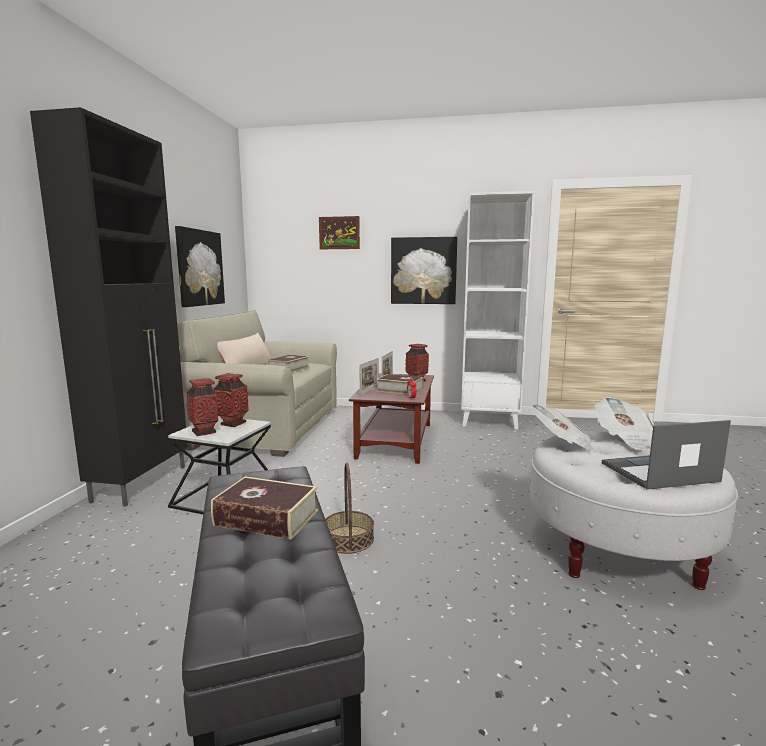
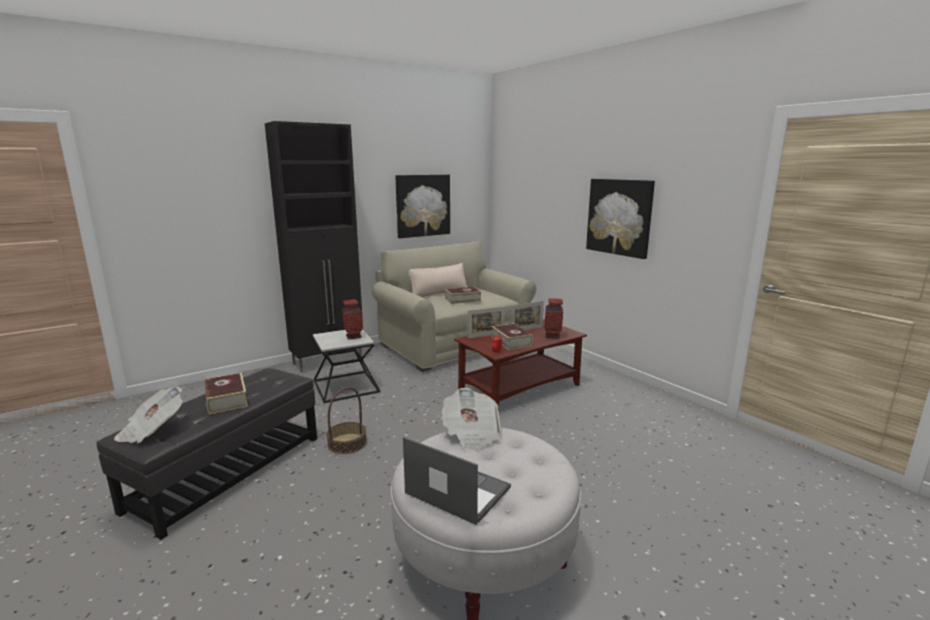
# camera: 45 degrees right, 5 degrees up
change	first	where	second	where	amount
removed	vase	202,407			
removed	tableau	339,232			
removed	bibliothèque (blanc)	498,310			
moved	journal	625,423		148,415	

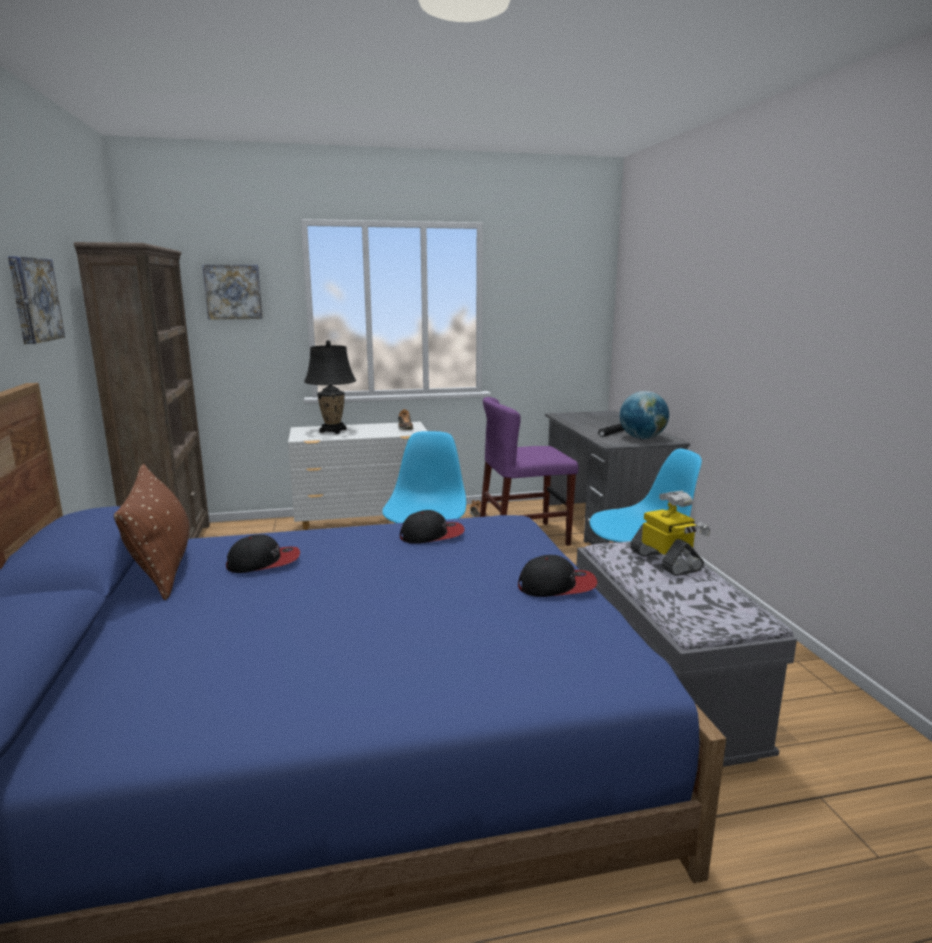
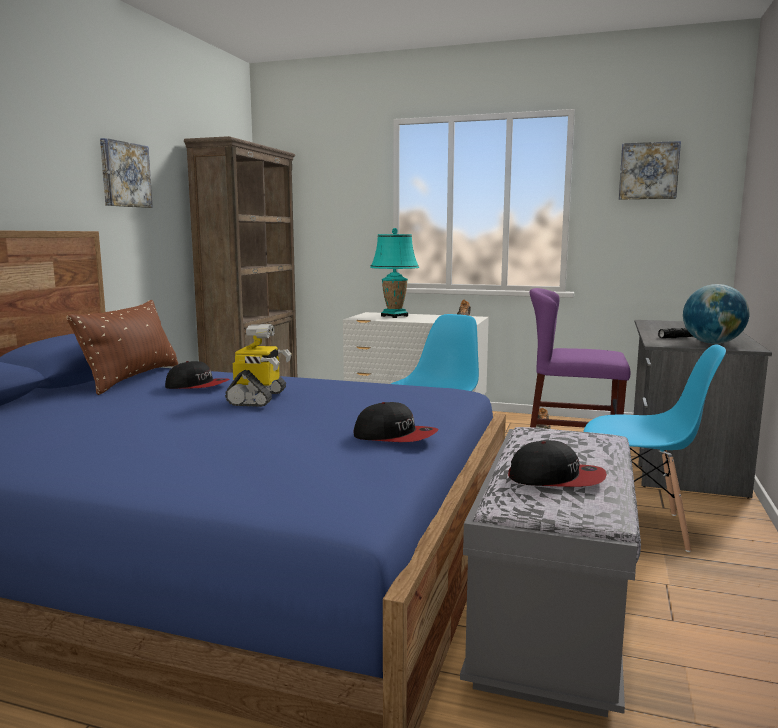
# camera: 30 degrees right, 5 degrees down
change	first	where	second	where	amount
moved	tableau	232,292		650,170	
moved	casquette	432,527		557,463	
moved	robot jouet	670,533		258,365	
recoloured	lampe de table (noir)	330,387	lampe de table (turquoise)	394,273	

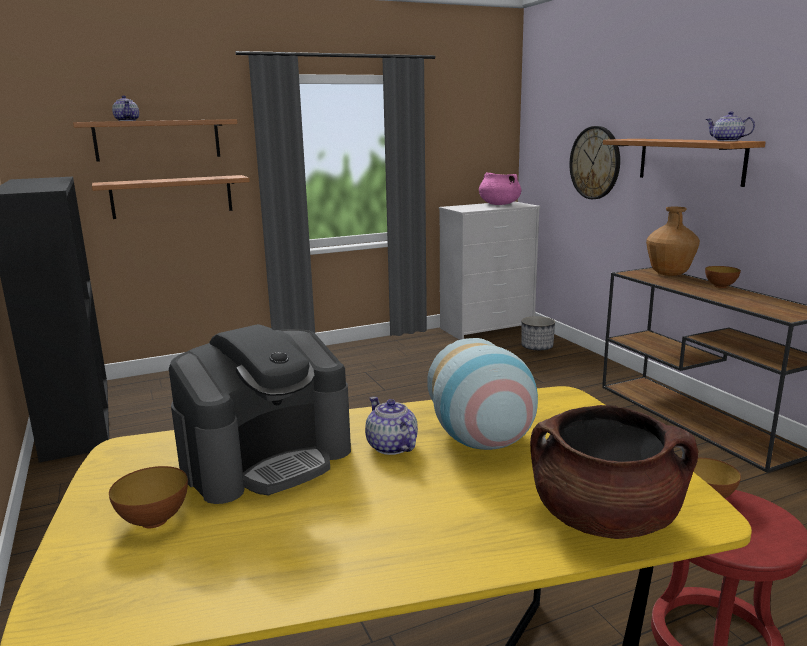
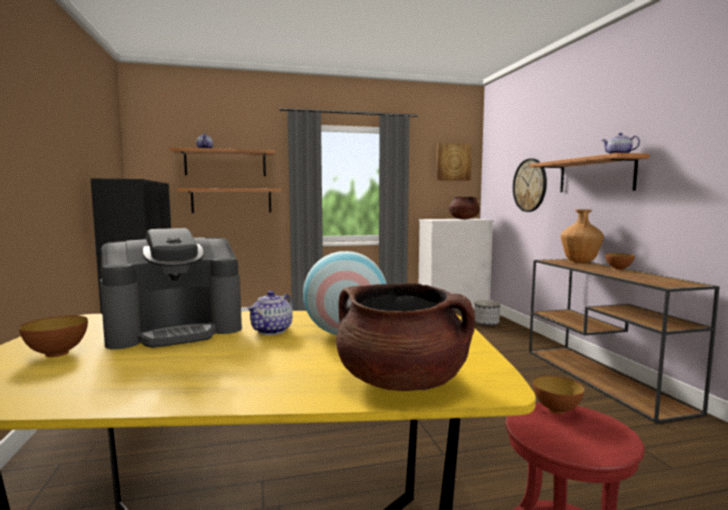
# camera: 10 degrees right, 10 degrees down
change	first	where	second	where	amount
added			tableau	454,162	
recoloured	marmite (rose)	500,188	marmite (marron)	464,207	
turned	théière	391,426		270,313	135 degrees counterclockwise

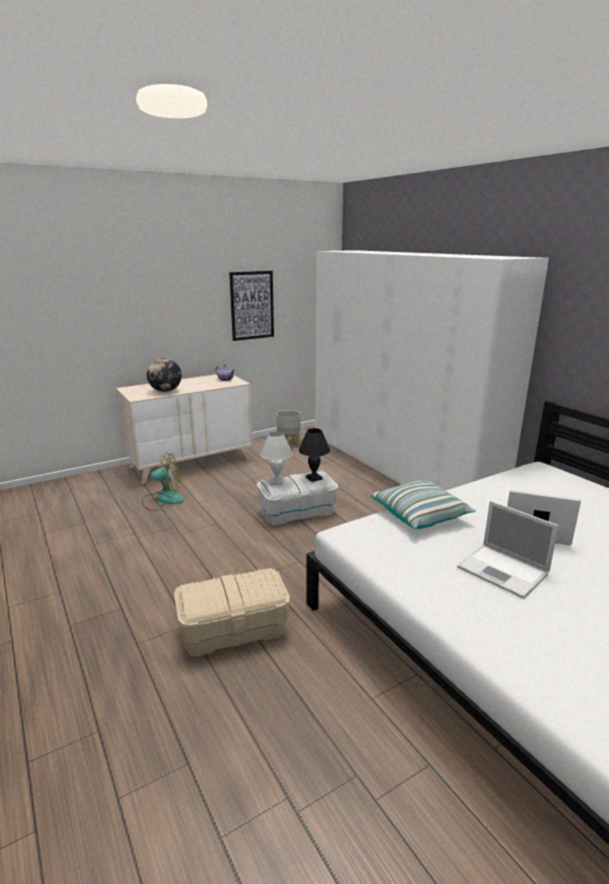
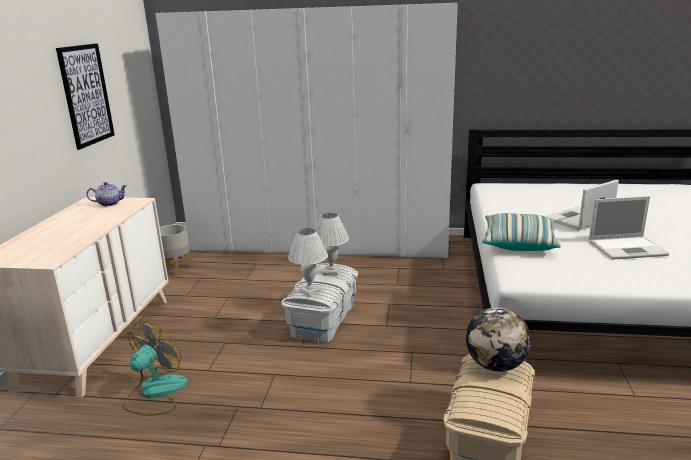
# camera: 50 degrees left, 0 degrees up
change	first	where	second	where	amount
moved	globe	164,375		498,339	
recoloured	lampe de table (noir)	314,455	lampe de table (blanc)	332,244	

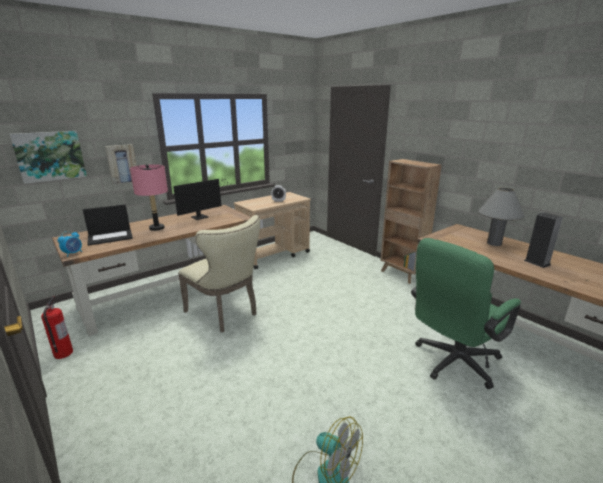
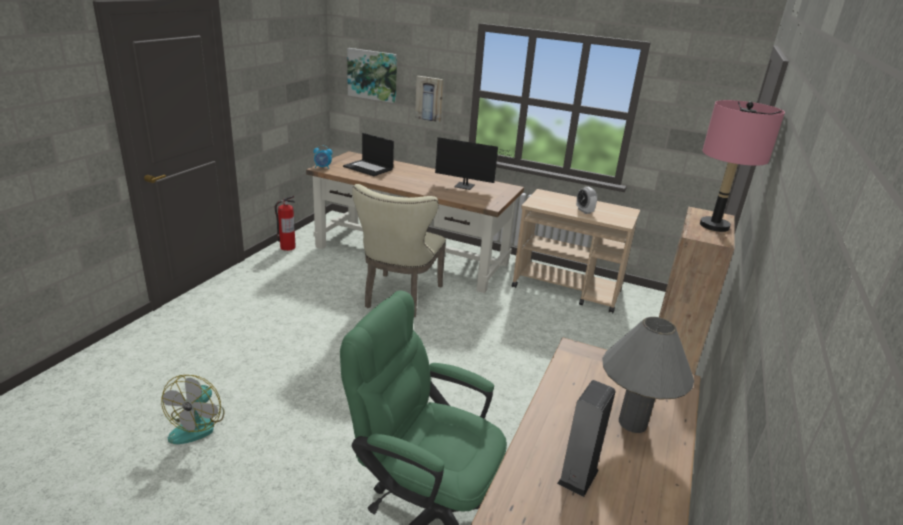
# camera: 60 degrees right, 5 degrees up
change	first	where	second	where	amount
moved	lampe de table (rose)	149,197		742,166	

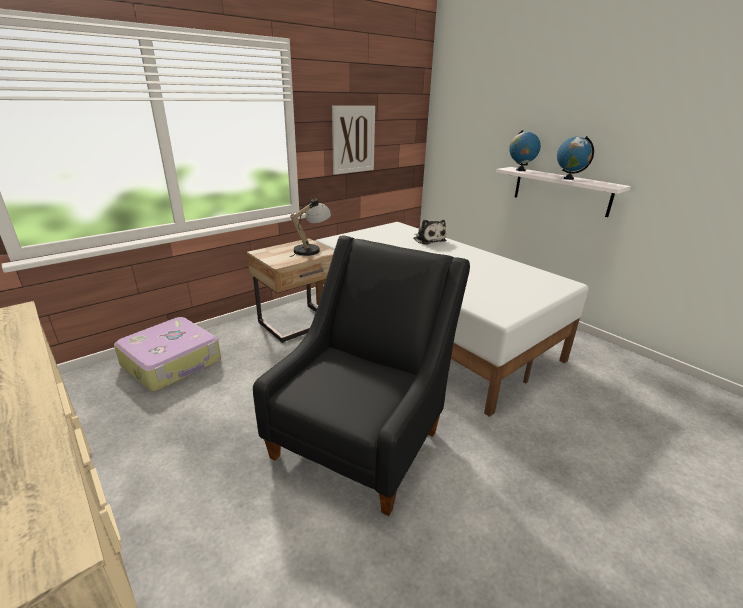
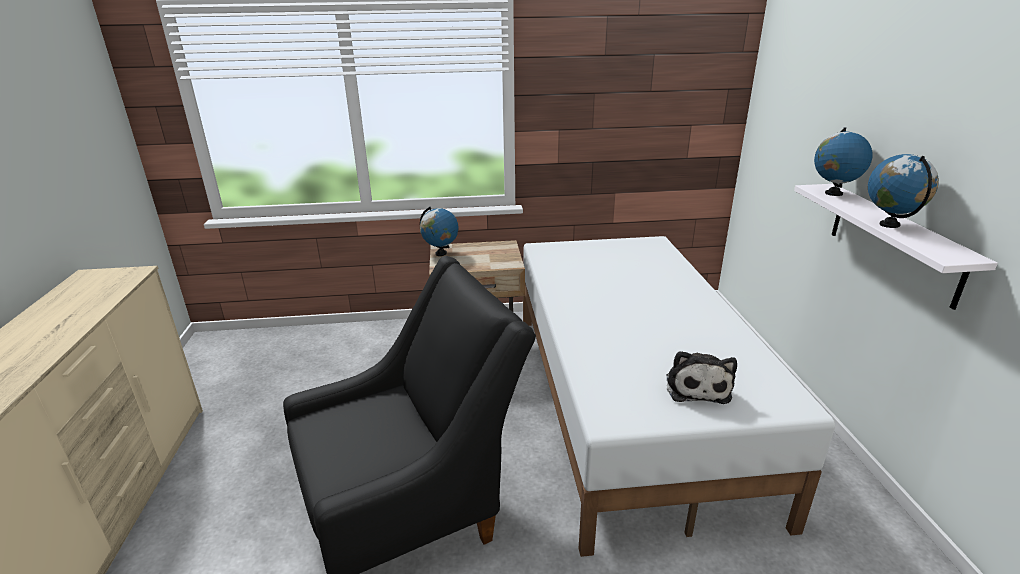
# camera: 35 degrees right, 0 degrees up
change	first	where	second	where	amount
removed	valise	167,354			
removed	lampe de table	311,227			
removed	tableau	353,140			
added			globe	439,231	
moved	peluche	429,232		701,377	

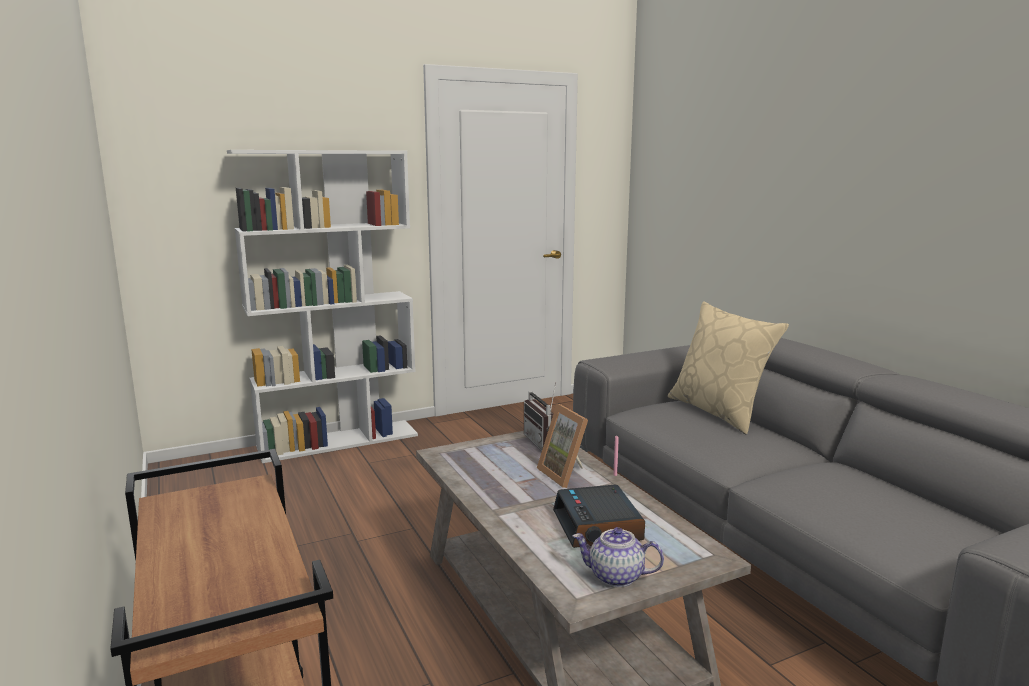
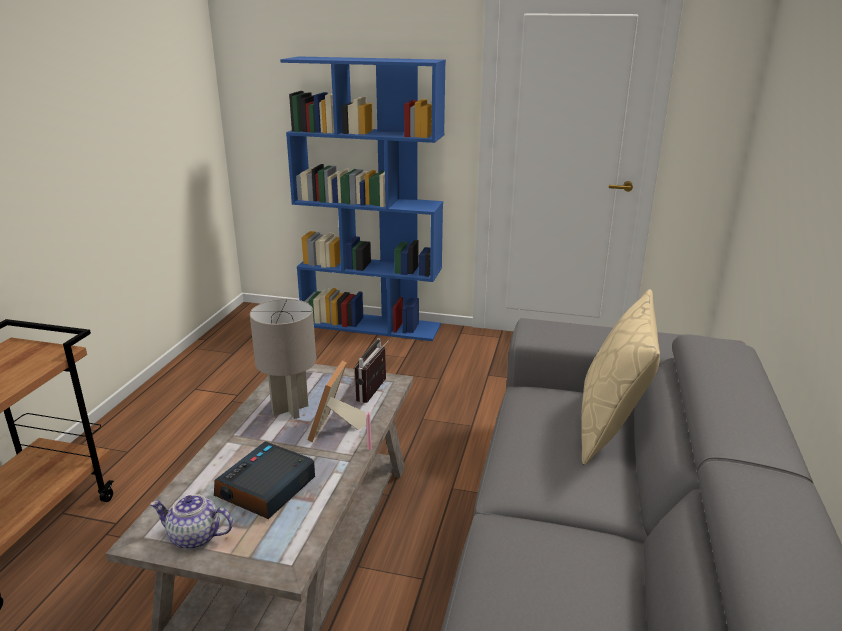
# camera: 40 degrees right, 10 degrees up
change	first	where	second	where	amount
added			lampe de table (gris)	283,359	
recoloured	bibliothèque (blanc)	322,306	bibliothèque (bleu)	363,198	
turned	théière	618,557		191,522	45 degrees counterclockwise

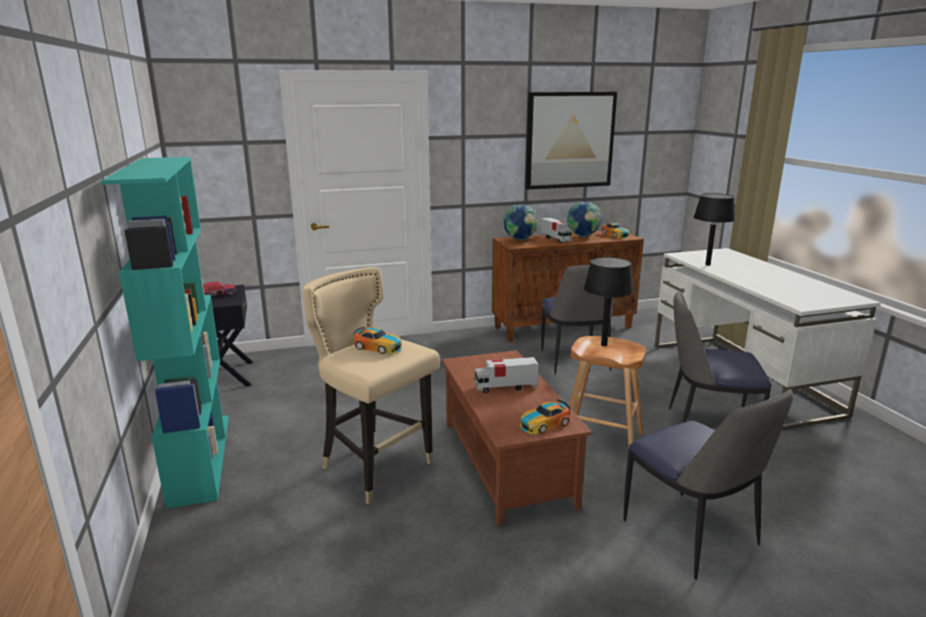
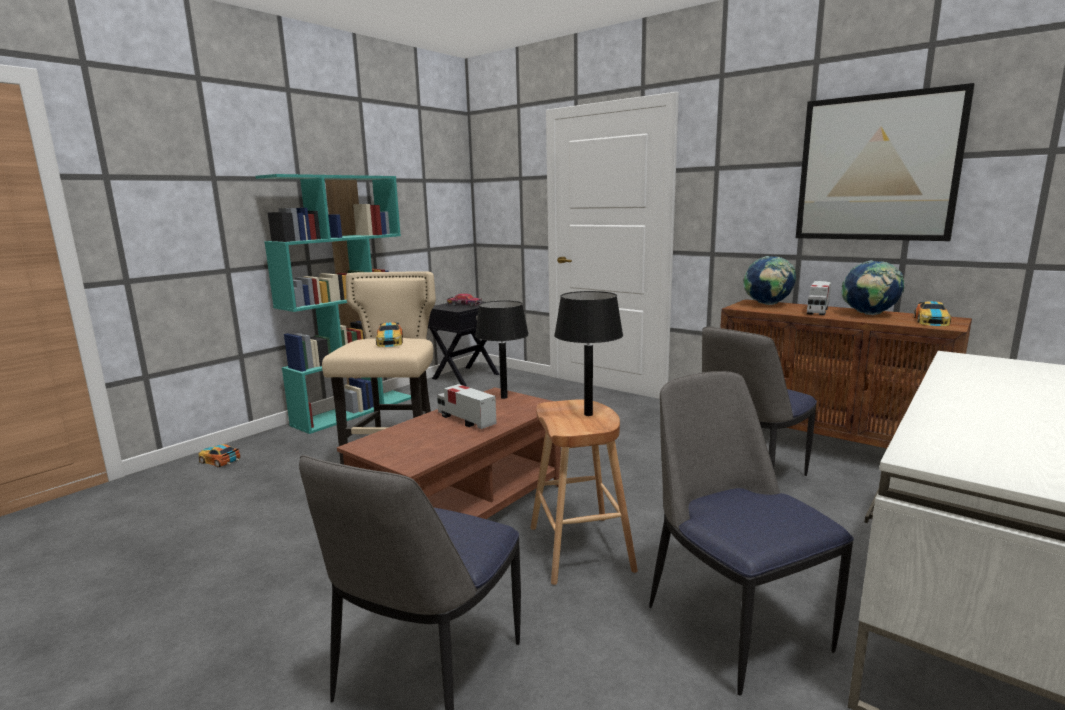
# camera: 55 degrees right, 5 degrees down
change	first	where	second	where	amount
moved	petite voiture	545,417		219,455	
moved	lampe de table (noir)	714,229		502,350	

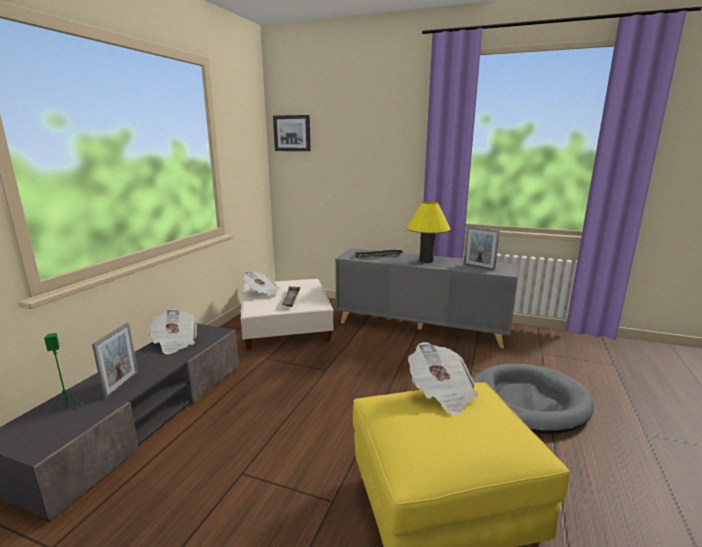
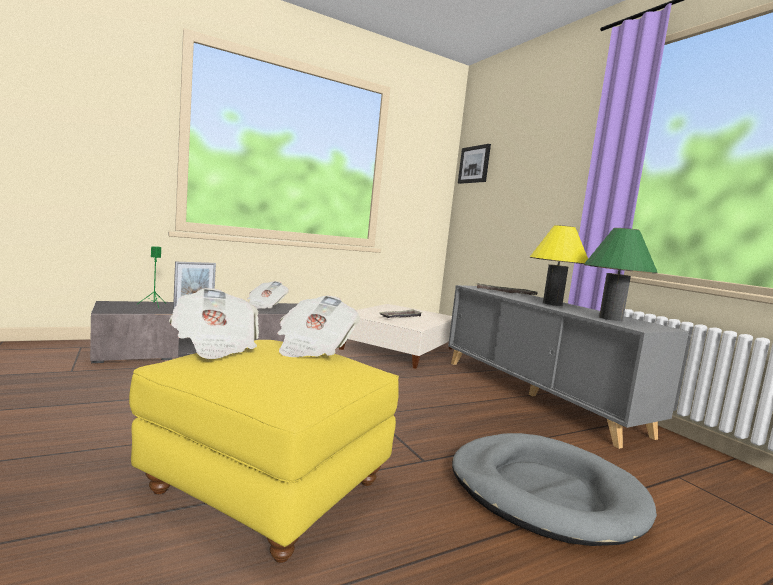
# camera: 40 degrees right, 10 degrees down
change	first	where	second	where	amount
moved	journal	261,283		214,323	
replaced	cadre photo	481,248	lampe de table (vert)	621,274	

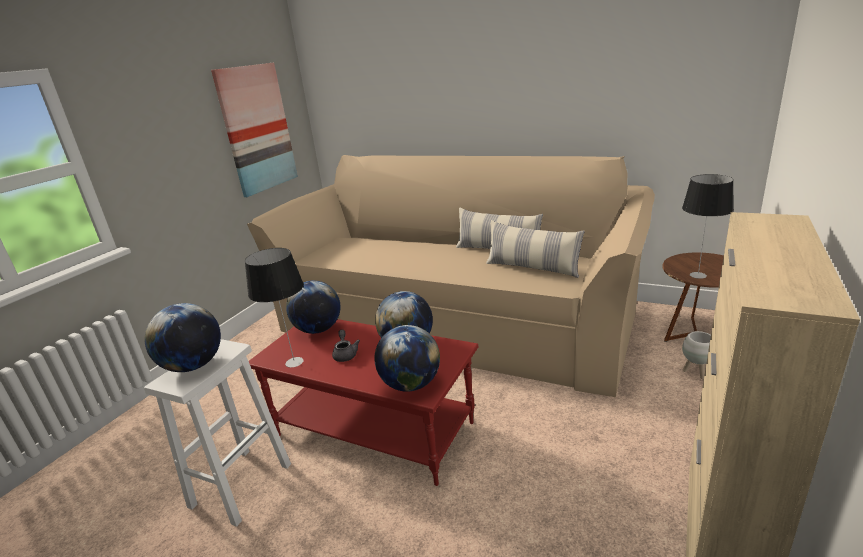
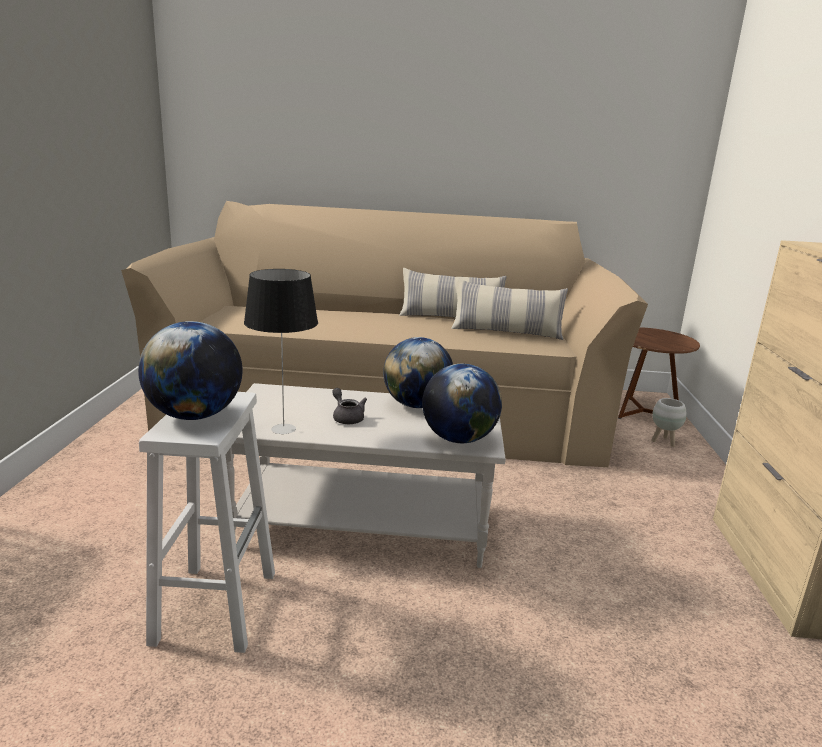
# camera: 25 degrees left, 5 degrees down
change	first	where	second	where	amount
removed	tableau	254,130			
removed	globe	313,307			
removed	lampe de table	708,226			
recoloured	table basse (rouge)	363,402	table basse (blanc)	366,475	

